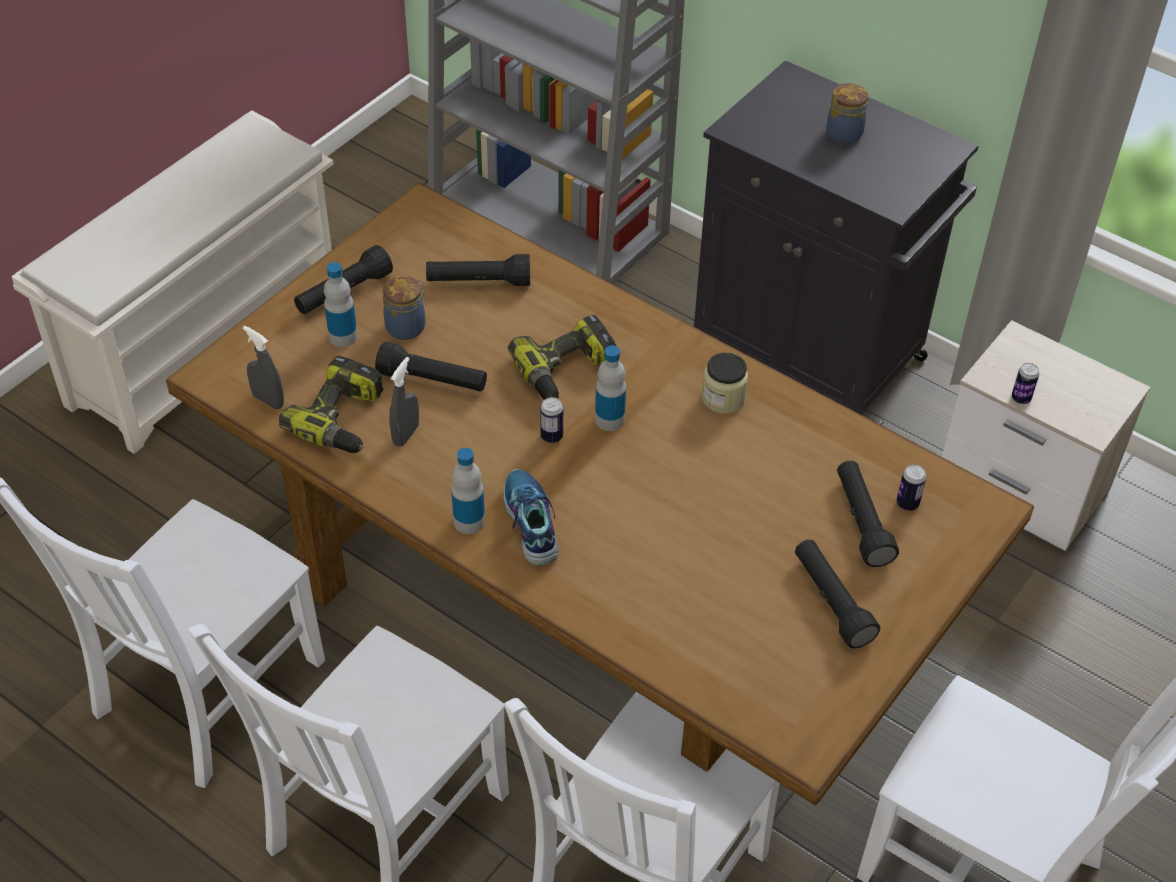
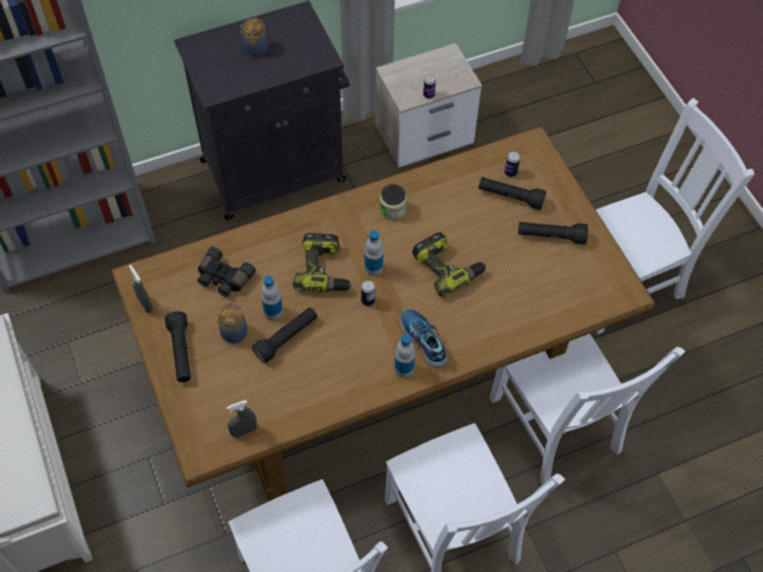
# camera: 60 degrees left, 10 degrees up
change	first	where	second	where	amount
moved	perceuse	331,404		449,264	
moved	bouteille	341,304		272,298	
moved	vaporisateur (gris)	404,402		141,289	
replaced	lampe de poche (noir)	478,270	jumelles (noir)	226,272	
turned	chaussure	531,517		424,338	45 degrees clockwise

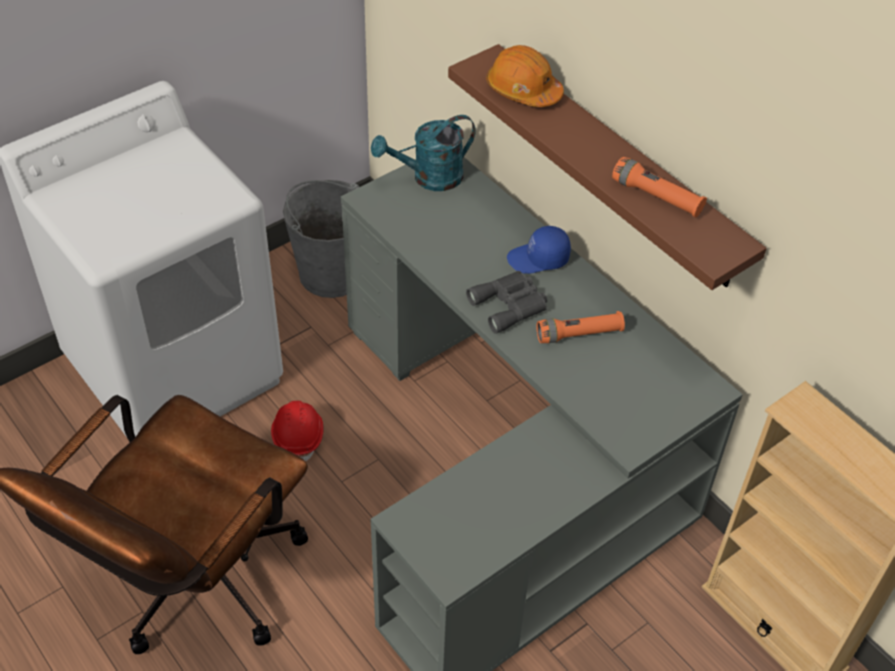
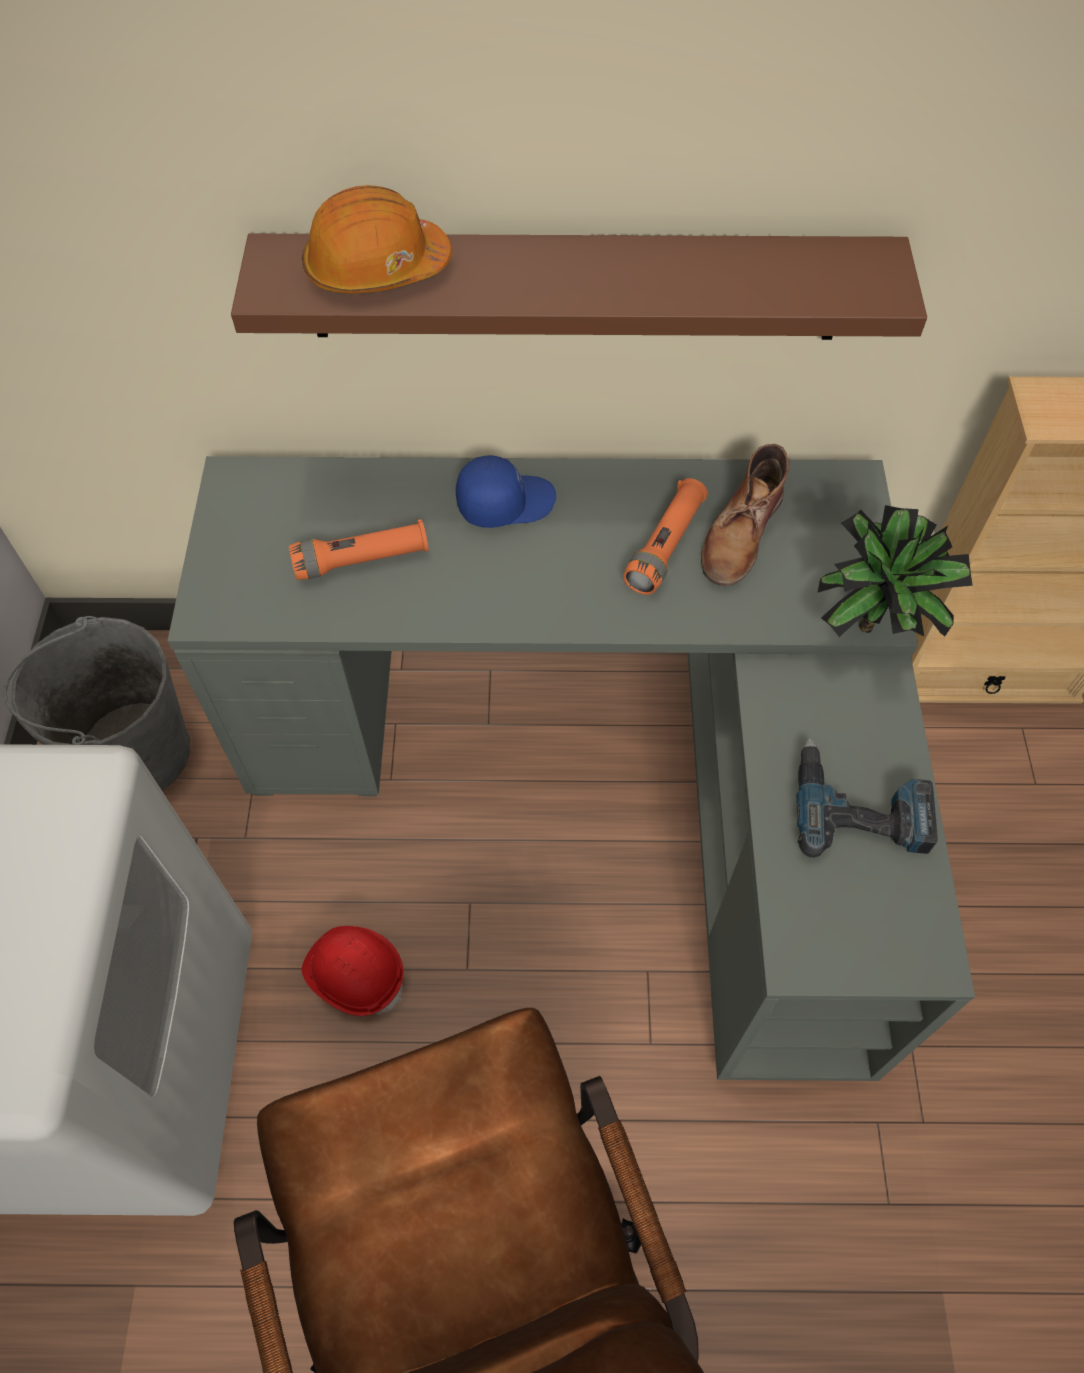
# camera: 50 degrees left, 10 degrees up
change	first	where	second	where	amount
removed	arrosoir (turquoise)	423,153			
removed	jumelles (gris)	506,302			
added			botte (marron)	745,515	
added			perceuse	867,797	
added			plante en pot	895,571	
moved	lampe de poche (orange)	659,187		359,549	
turned	casquette (bleu)	539,250		506,491	135 degrees counterclockwise

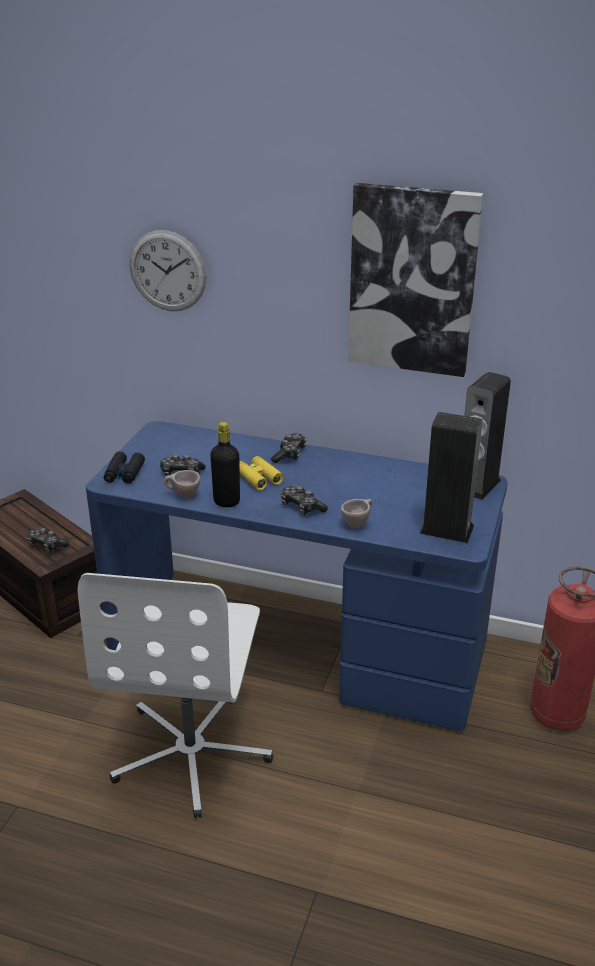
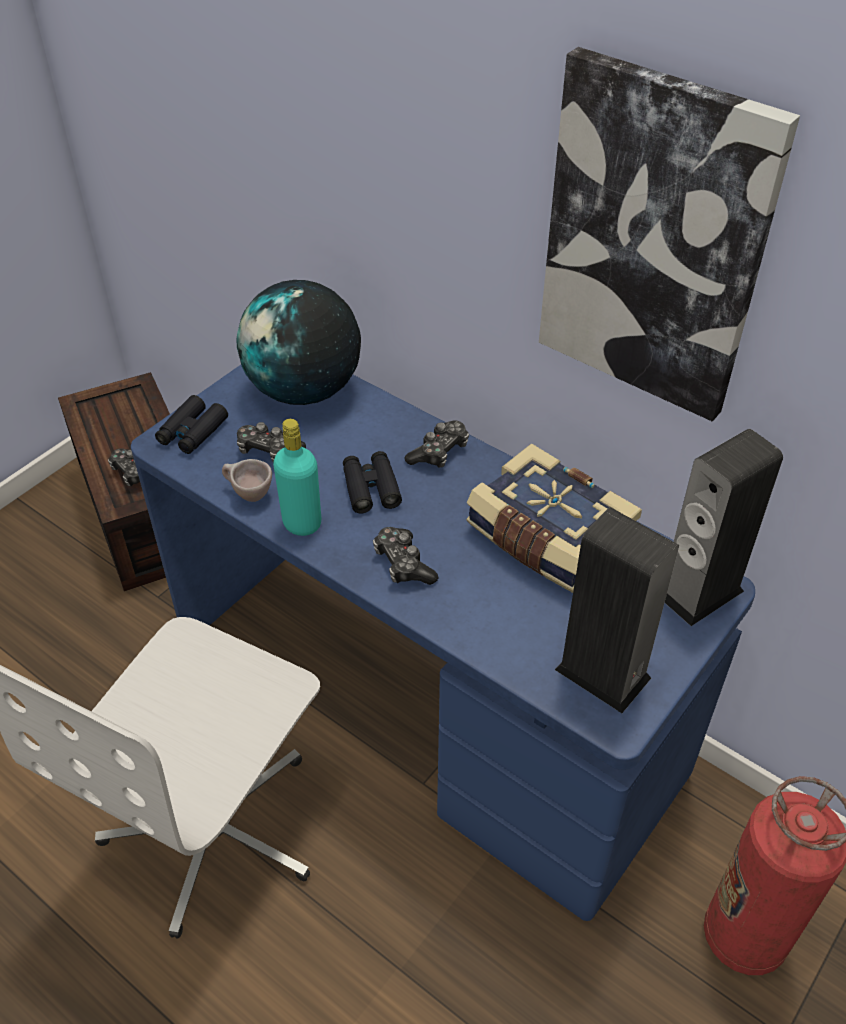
# camera: 20 degrees right, 15 degrees up
change	first	where	second	where	amount
removed	horloge murale	168,270			
removed	tasse (beige)	357,513			
added			globe	298,342	
added			livre	554,518	
recoloured	bouteille (noir)	225,464	bouteille (turquoise)	297,477	
recoloured	jumelles (jaune)	261,473	jumelles (noir)	372,482	

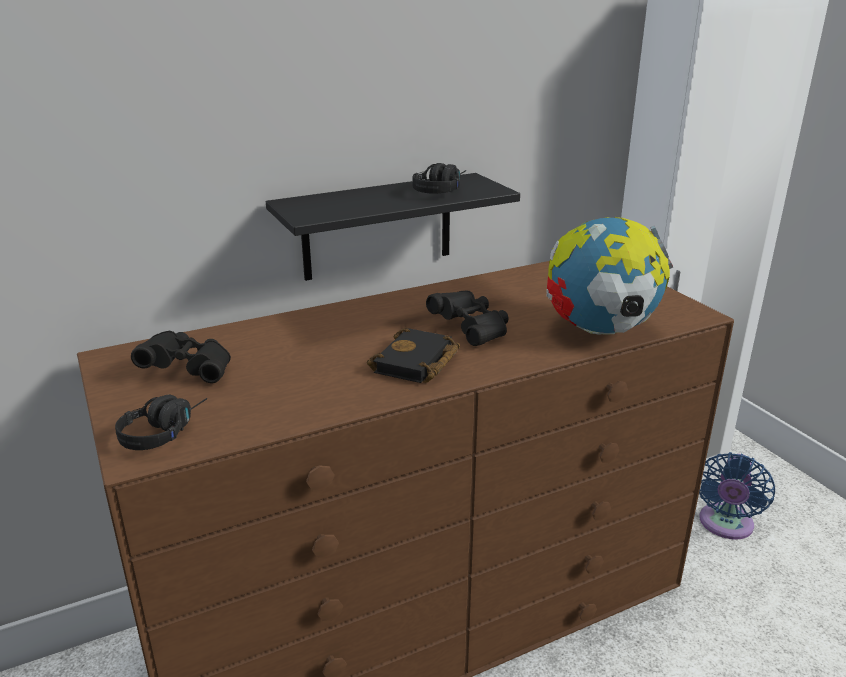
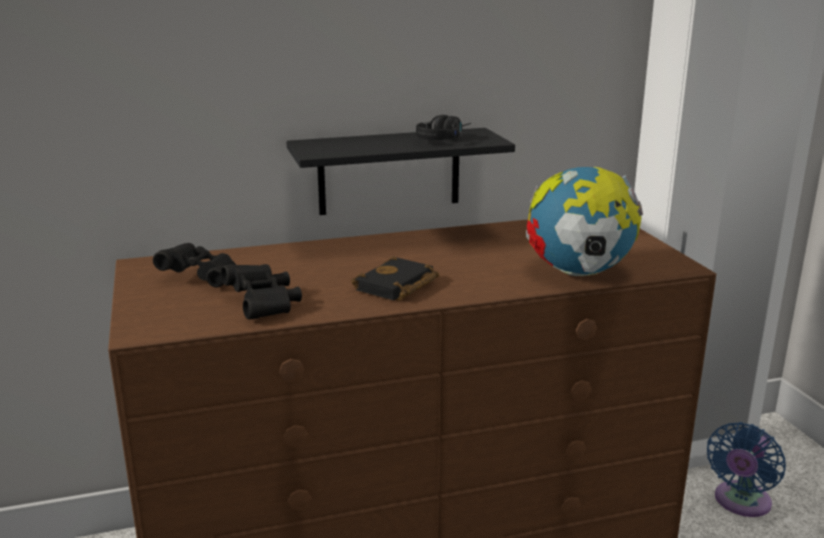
# camera: 10 degrees right, 5 degrees down
change	first	where	second	where	amount
removed	casque audio (noir)	161,422			
moved	jumelles (noir)	467,318		261,291	

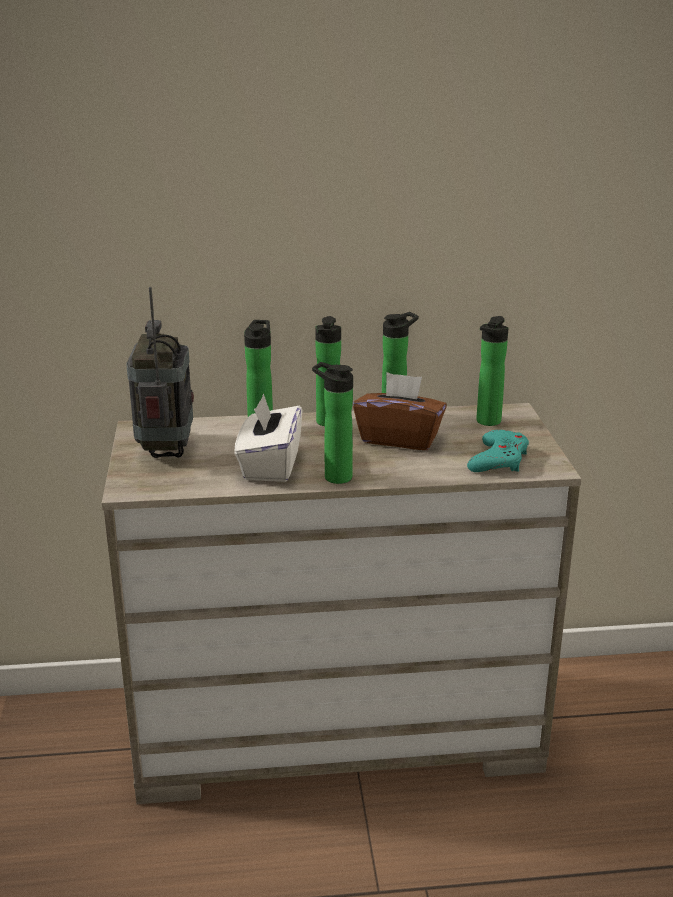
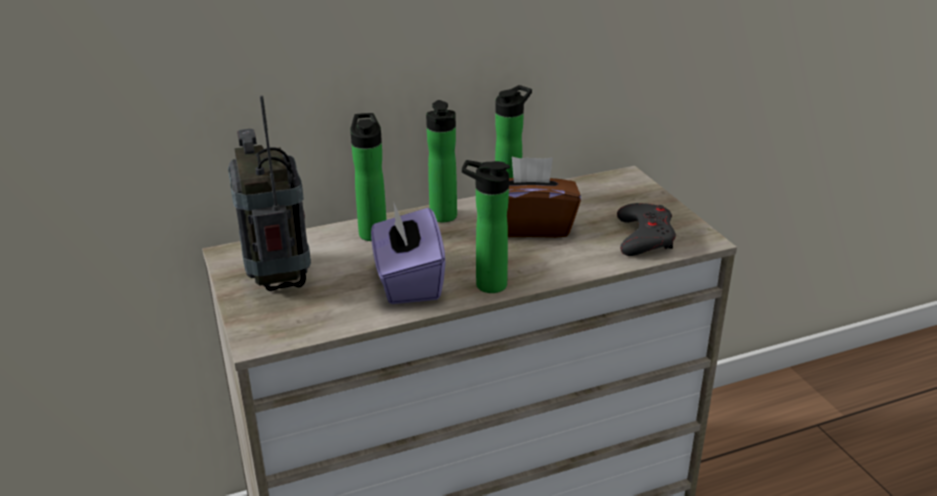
# camera: 15 degrees left, 5 degrees up
change	first	where	second	where	amount
removed	bouteille	492,371			
recoloured	boîte à mouchoirs (blanc)	268,438	boîte à mouchoirs (violet)	408,253	
recoloured	manette (turquoise)	498,451	manette (gris)	646,229	

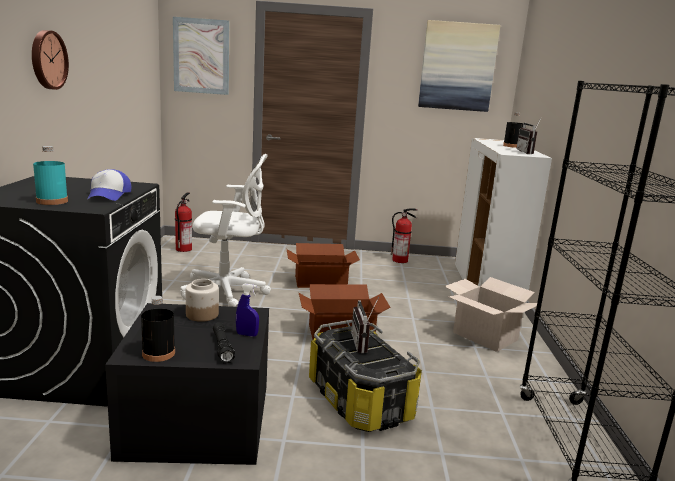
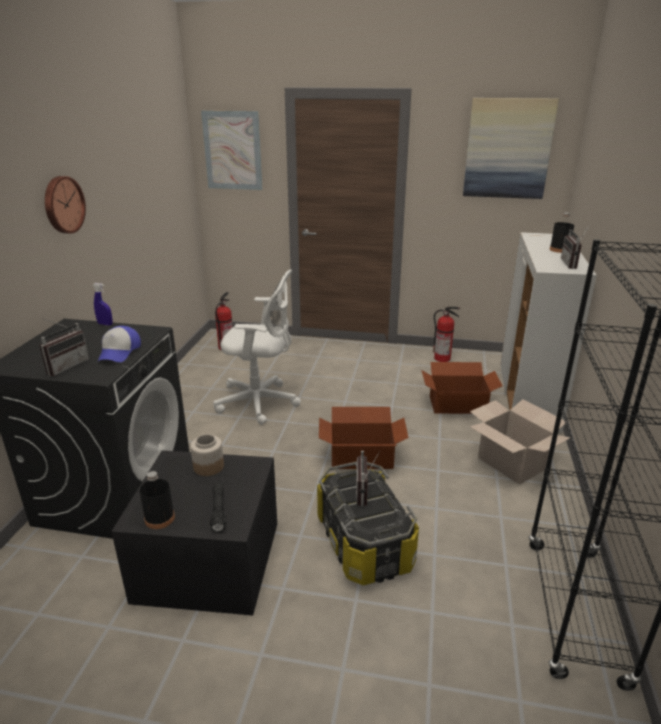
# camera: 10 degrees right, 10 degrees up
change	first	where	second	where	amount
moved	vaporisateur (bleu)	247,310		103,304	
moved	carton	323,265		462,388	
replaced	bouteille (turquoise)	50,175	radio	64,347	

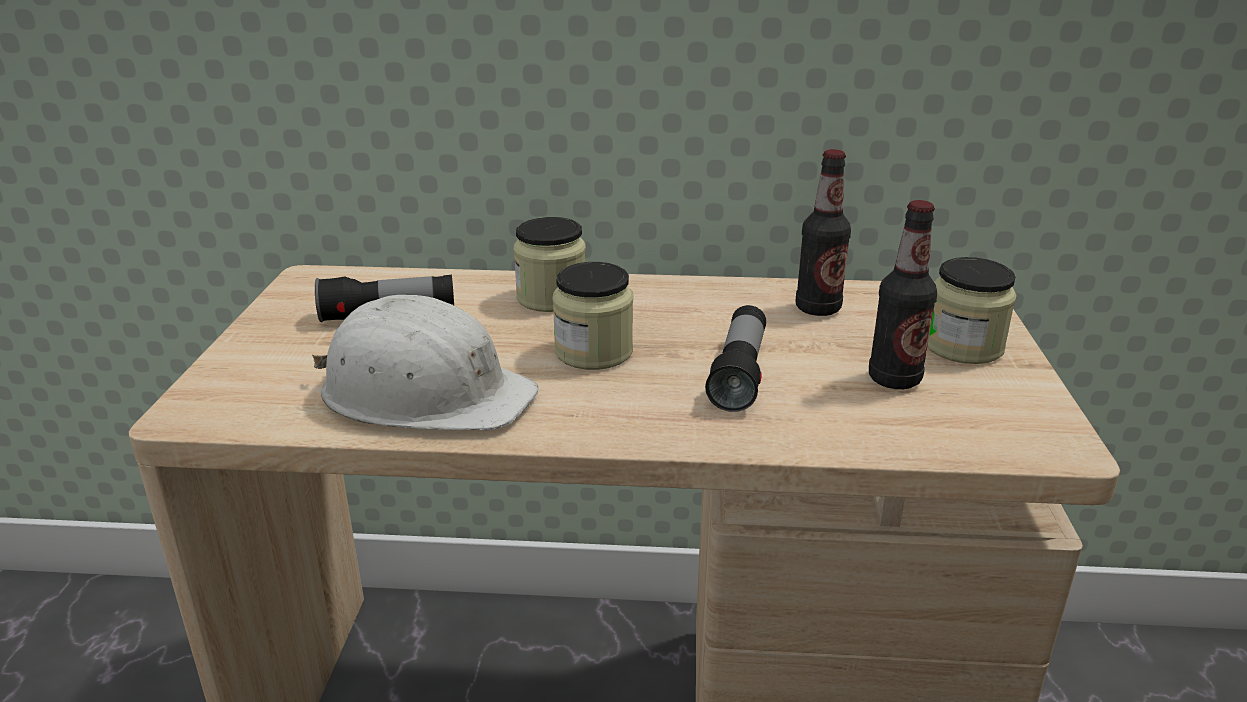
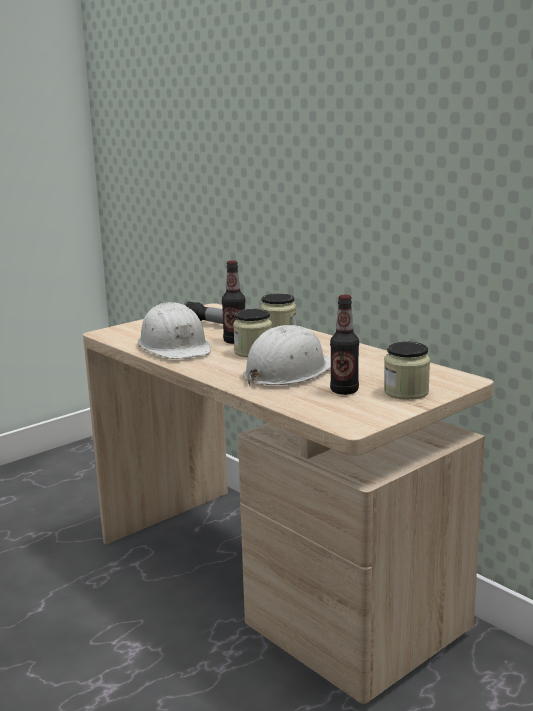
# camera: 45 degrees right, 10 degrees down
change	first	where	second	where	amount
moved	bouteille	823,232		234,302	
replaced	lampe de poche	735,358	casque de chantier (blanc)	287,355	

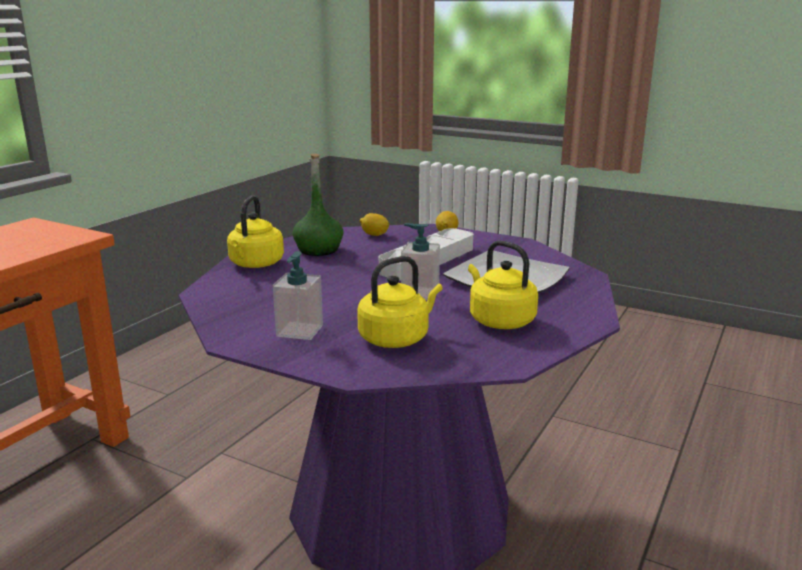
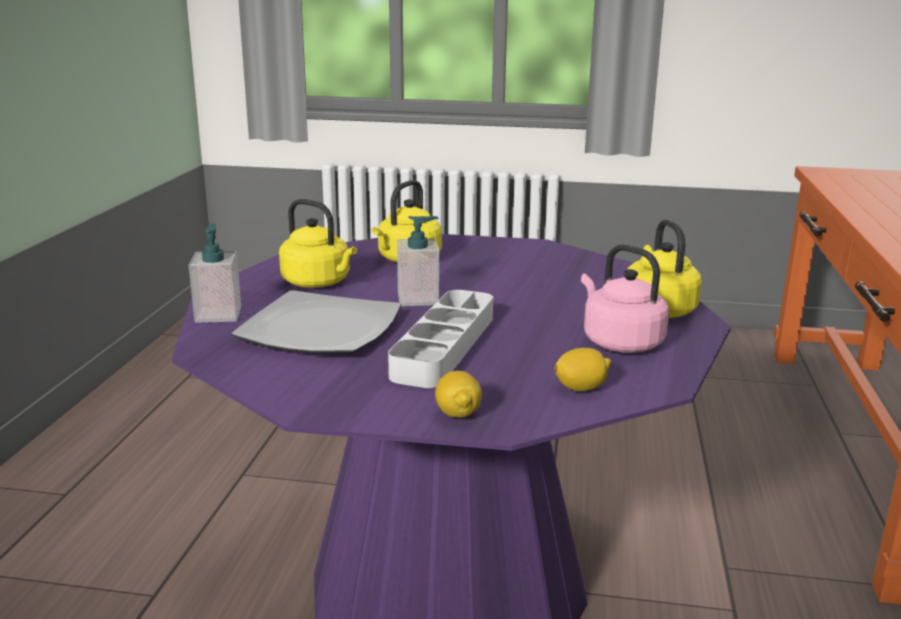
# camera: 160 degrees right, 0 degrees up
change	first	where	second	where	amount
moved	distributeur de savon	298,295		215,273	
replaced	bouteille (vert)	318,204	bouilloire (rose)	625,298	

